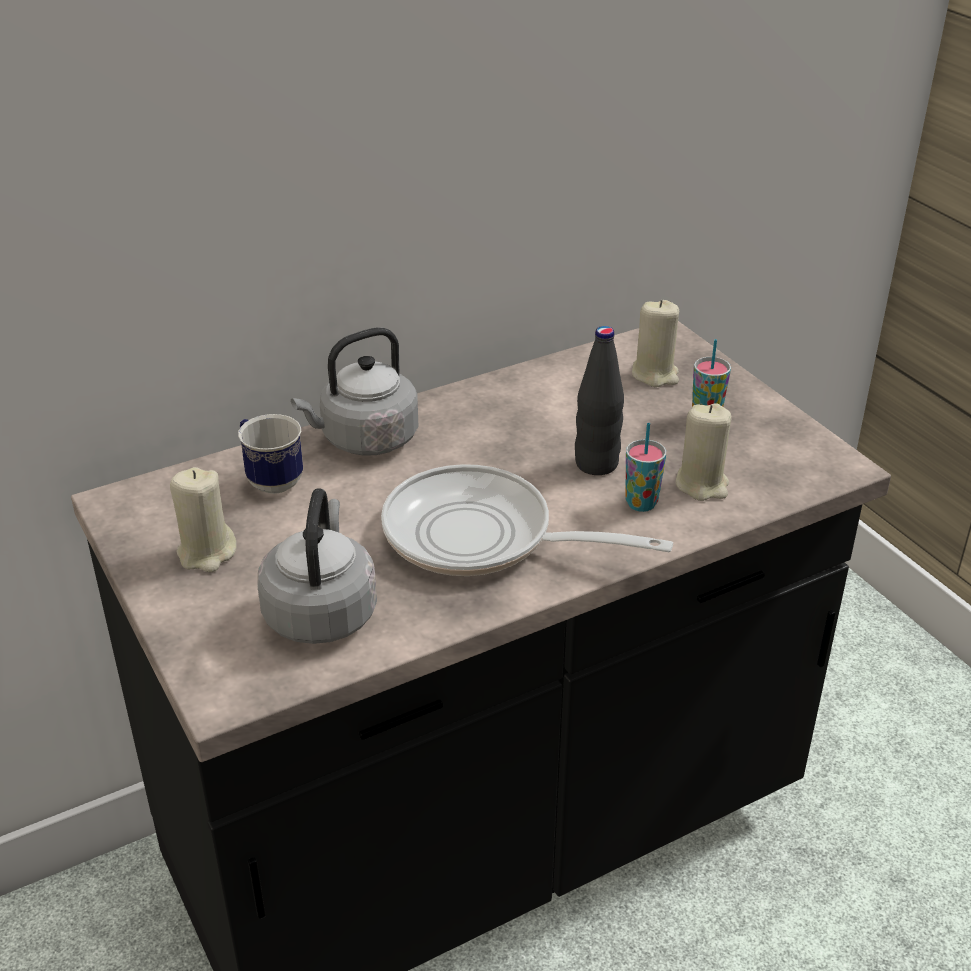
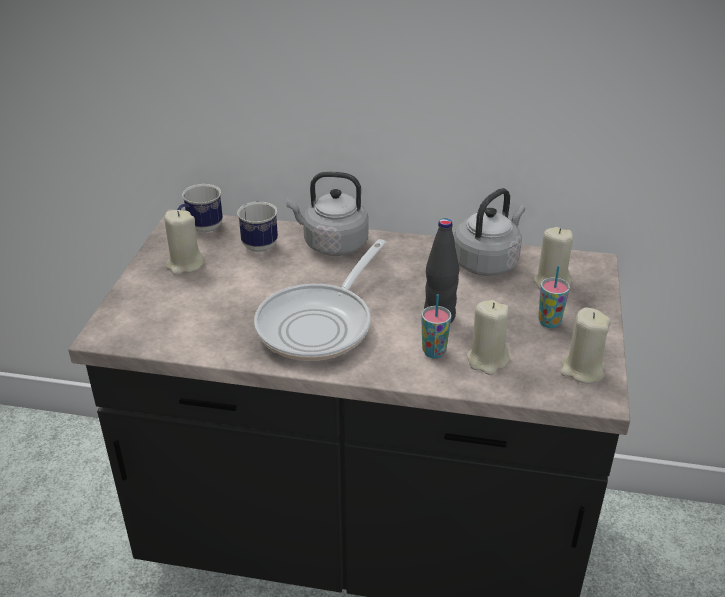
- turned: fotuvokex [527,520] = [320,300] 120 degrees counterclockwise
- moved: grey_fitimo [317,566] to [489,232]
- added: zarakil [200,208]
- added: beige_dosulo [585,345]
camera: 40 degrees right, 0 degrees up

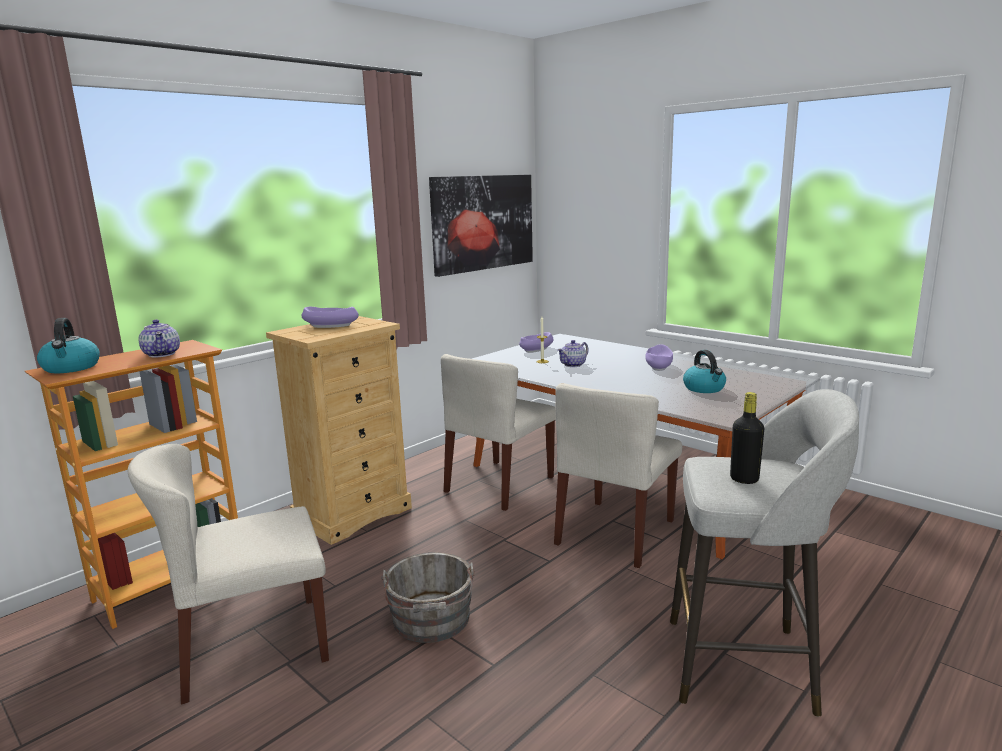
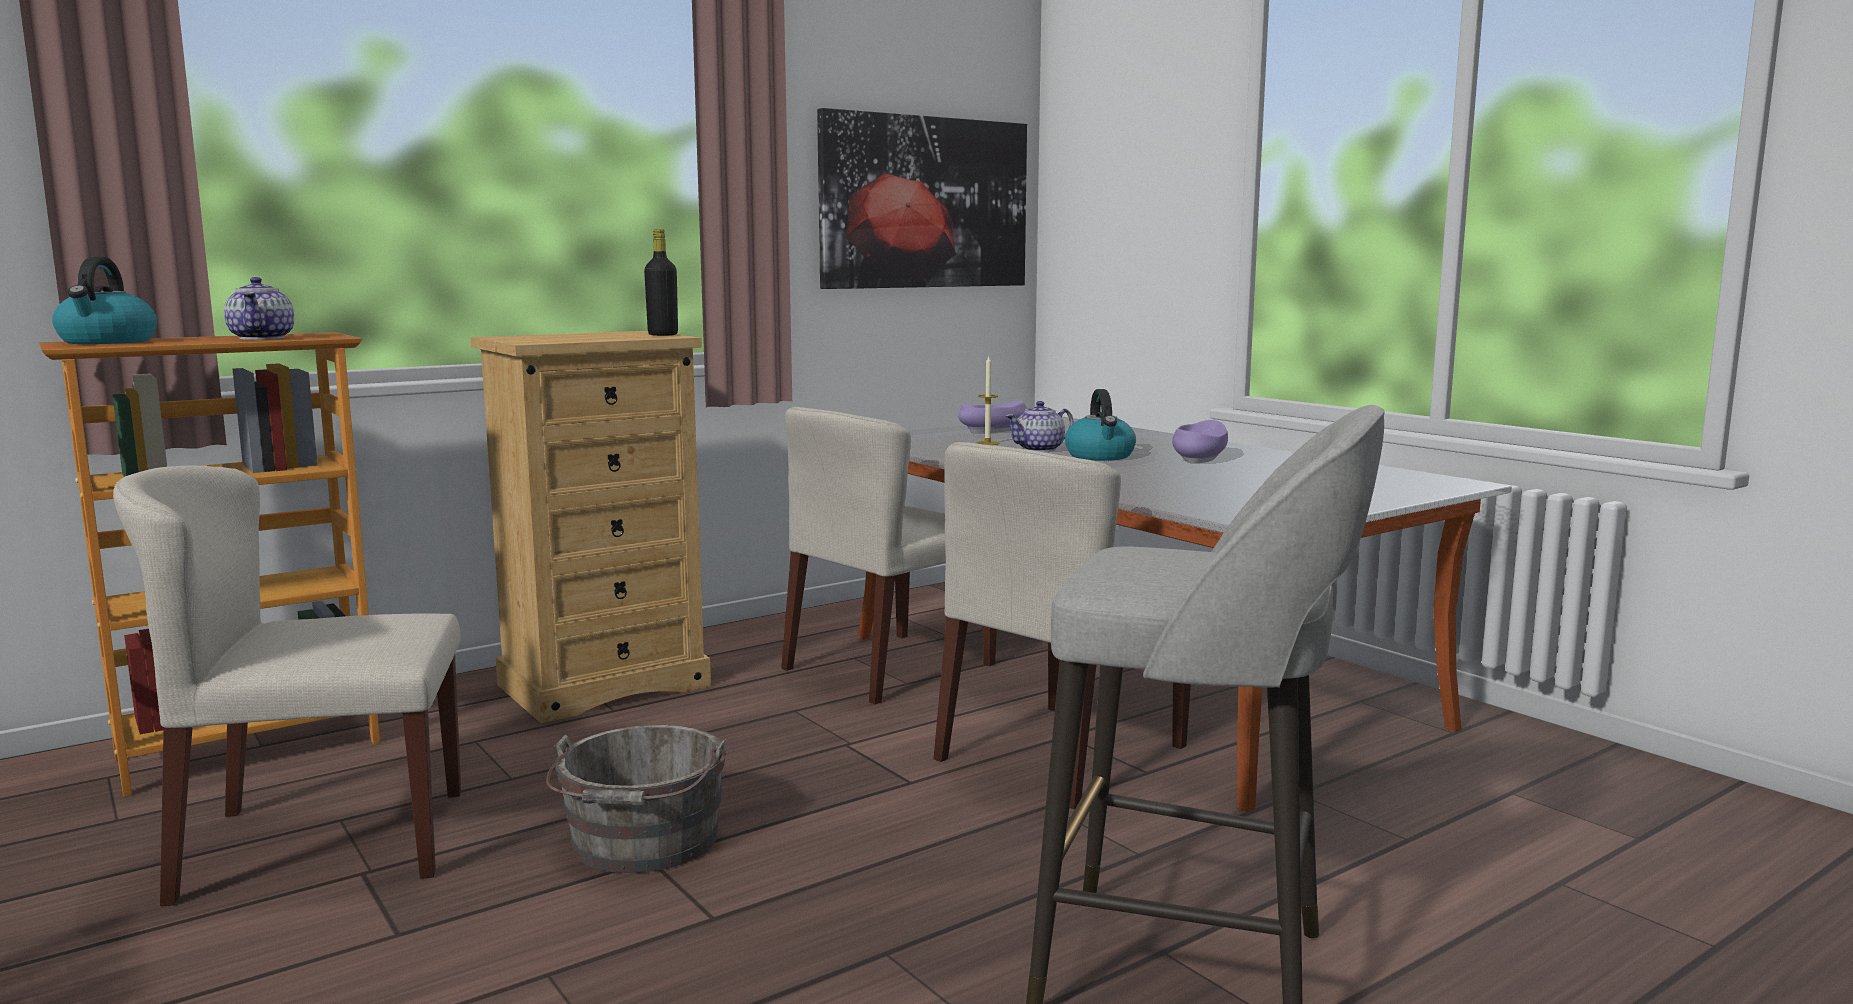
- removed: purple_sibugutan [330,317]
- moved: fitimo [704,371] to [1100,425]
- moved: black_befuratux [747,438] to [661,282]
camera: 10 degrees right, 5 degrees down

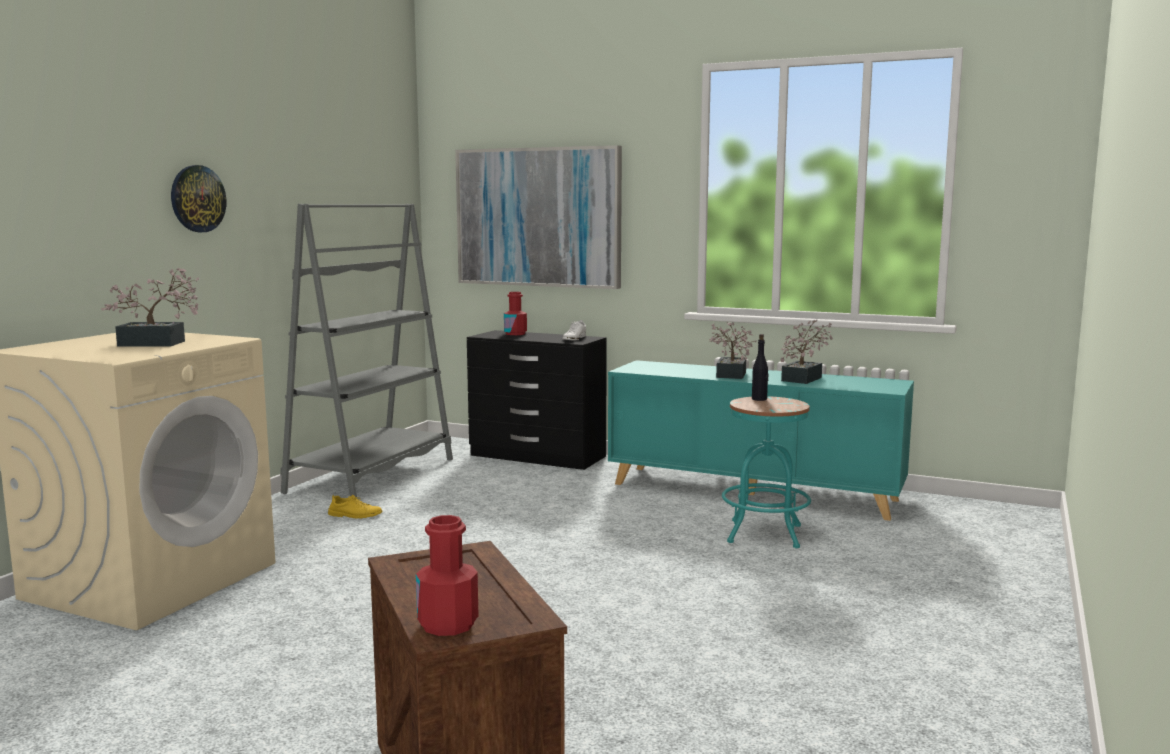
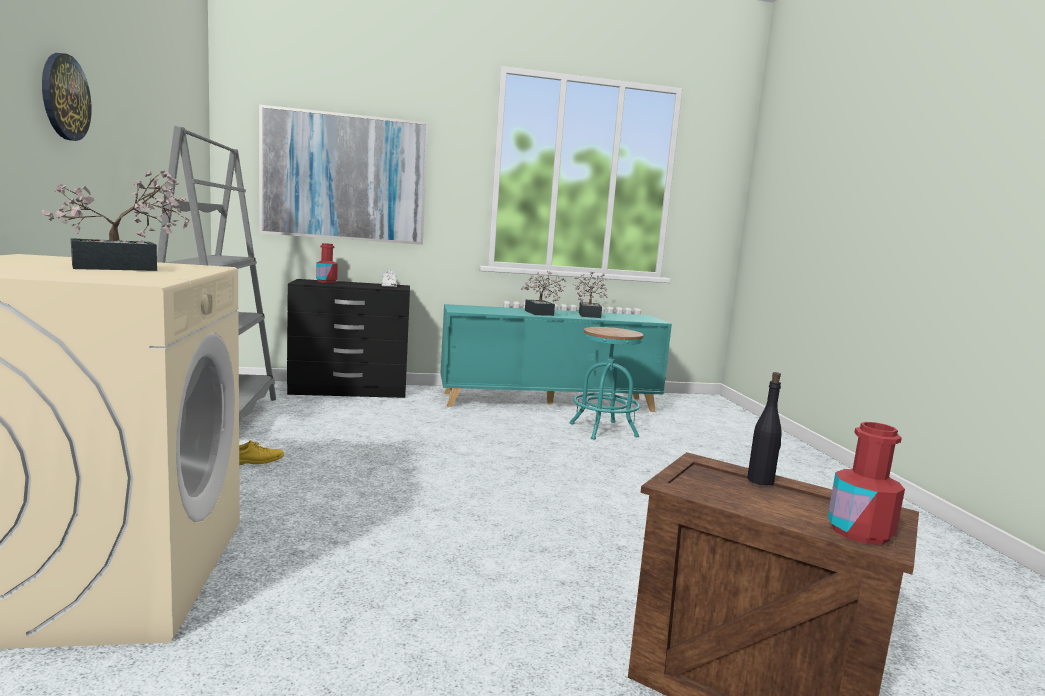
- moved: black_befuratux [760,367] to [764,428]
camera: 35 degrees left, 0 degrees up

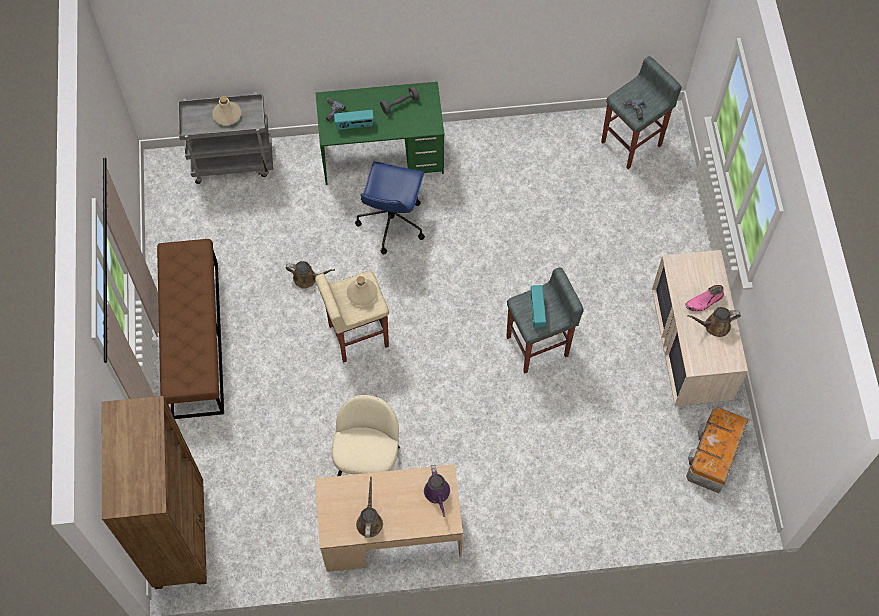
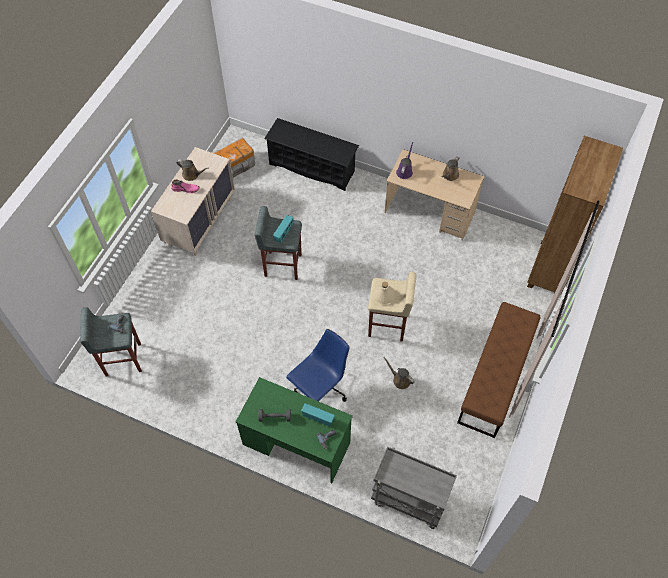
- removed: beige_befuratux [226,110]
- removed: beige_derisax [366,435]
- added: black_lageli [311,154]
camera: 150 degrees left, 5 degrees down

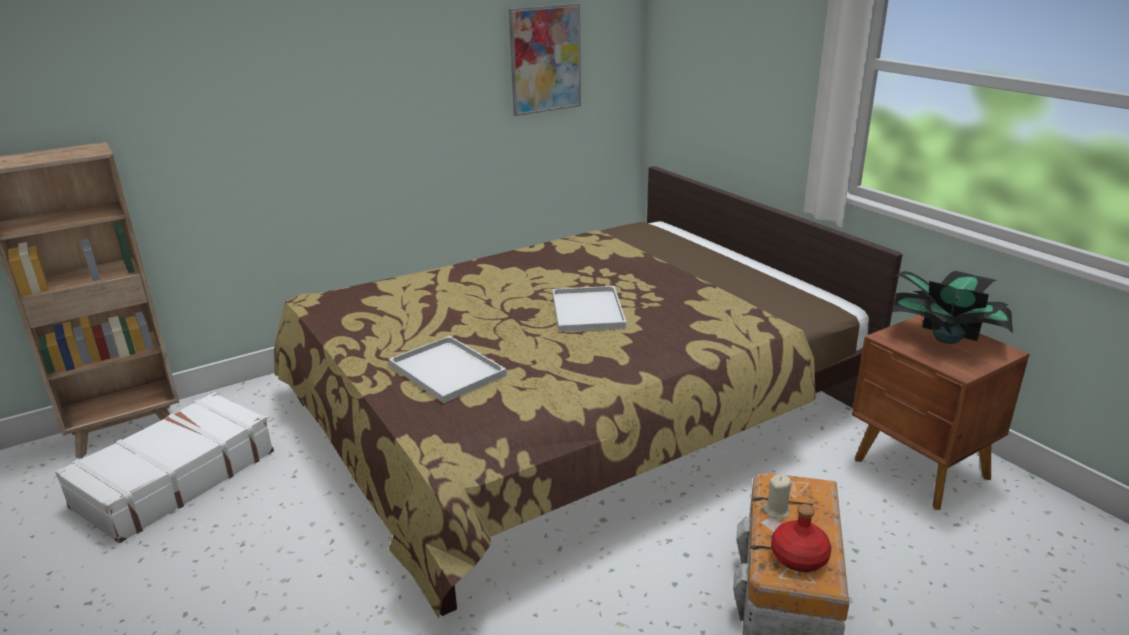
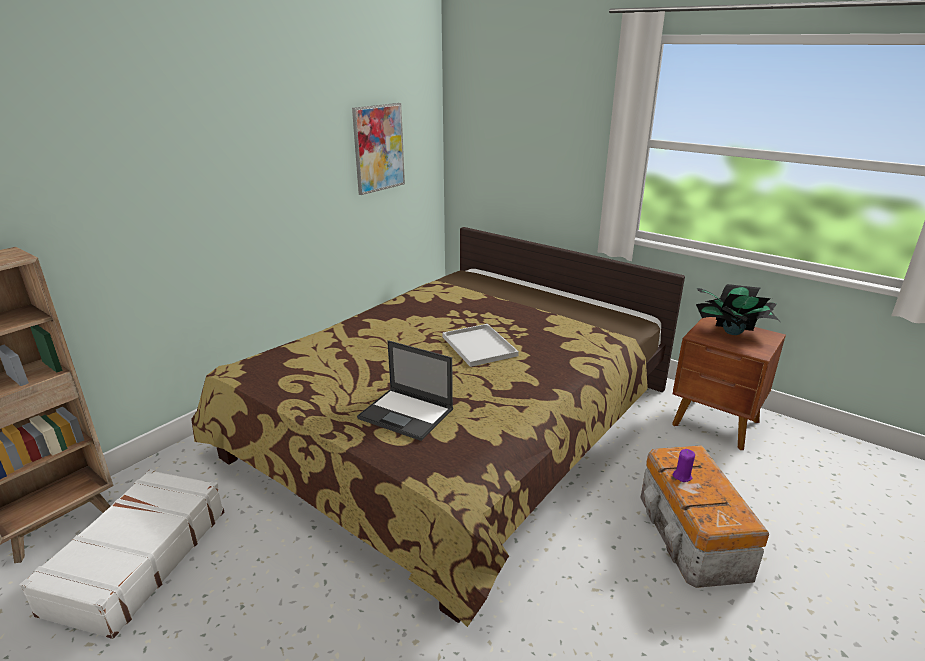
- replaced: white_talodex [448,369] to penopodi [405,390]
- recoloured: beige_dosulo [777,496] to purple_dosulo [683,465]
- removed: red_befuratux [801,538]
camera: 20 degrees left, 0 degrees up

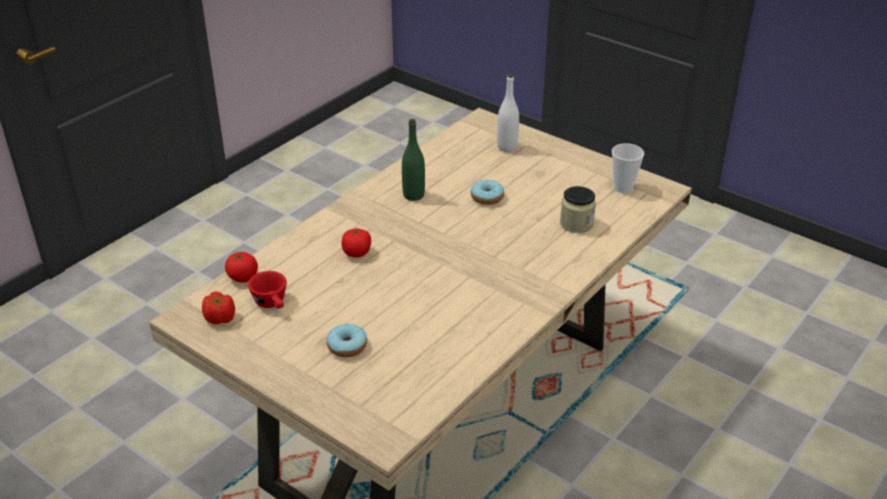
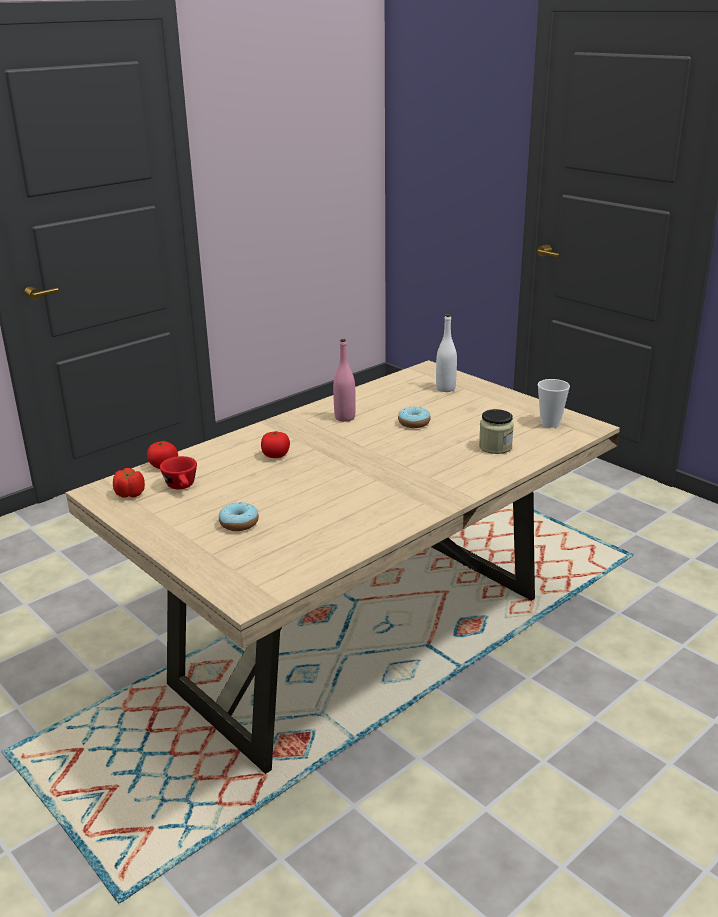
- recoloured: green_befuratux [413,160] to pink_befuratux [344,380]
camera: 10 degrees right, 10 degrees down

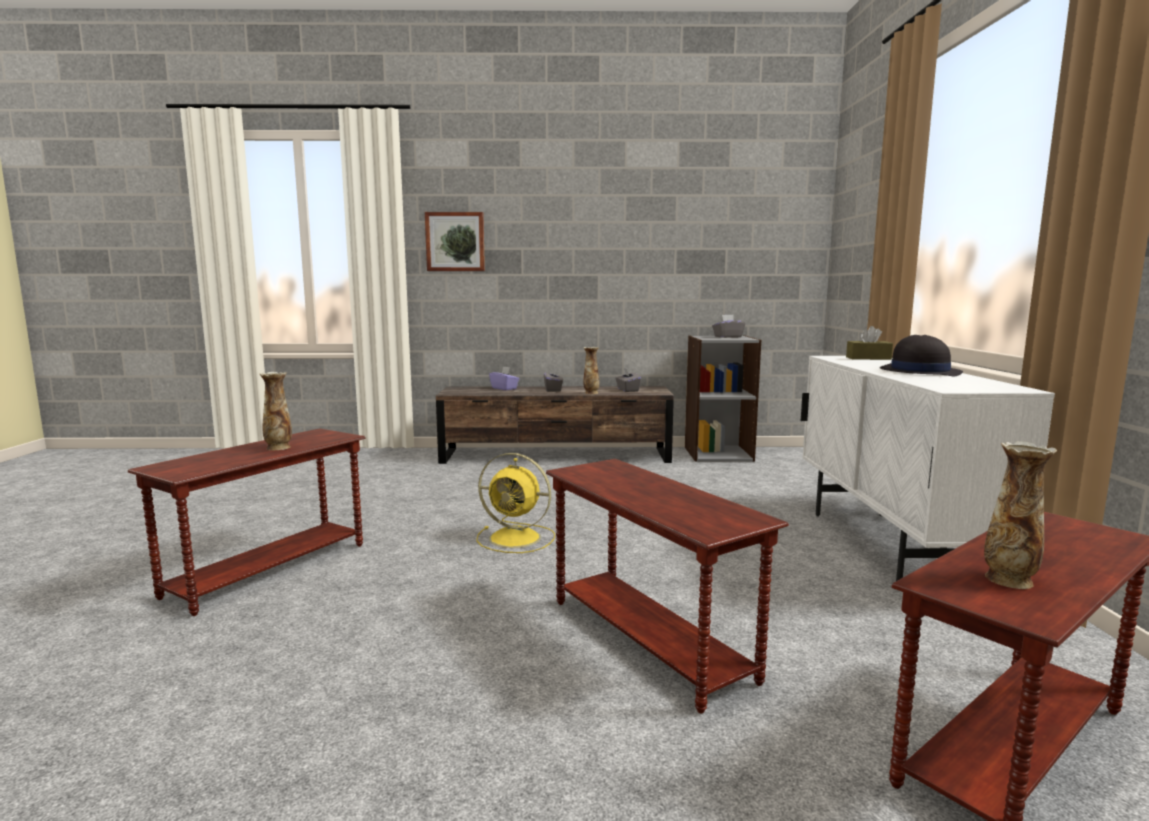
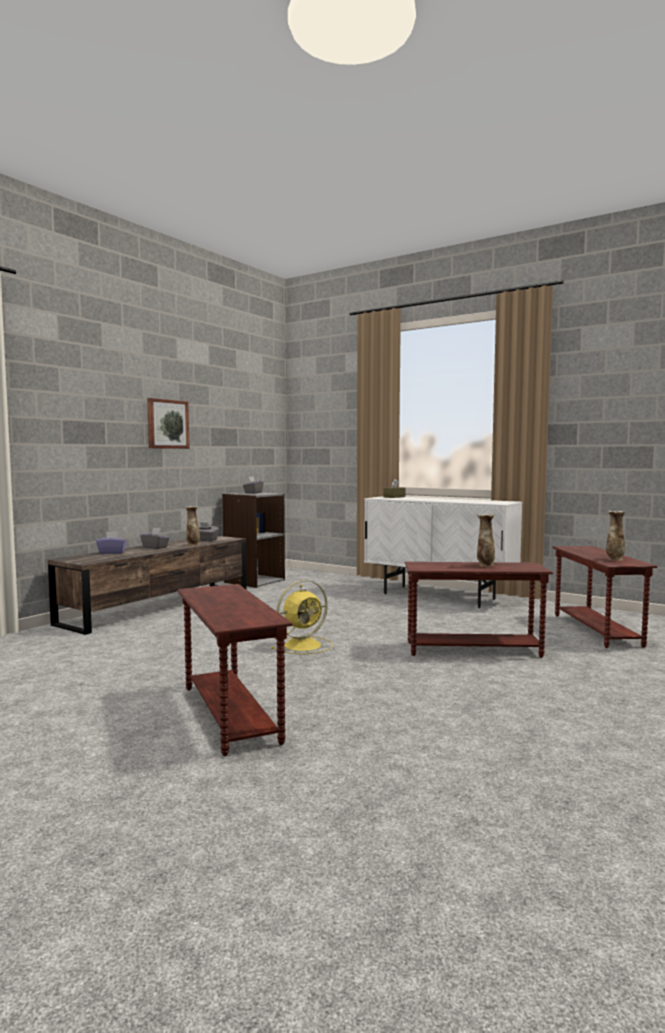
- moved: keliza [455,241] to [168,423]
- removed: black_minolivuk [921,355]
- moved: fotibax [276,411] to [486,540]
camera: 55 degrees left, 5 degrees down

